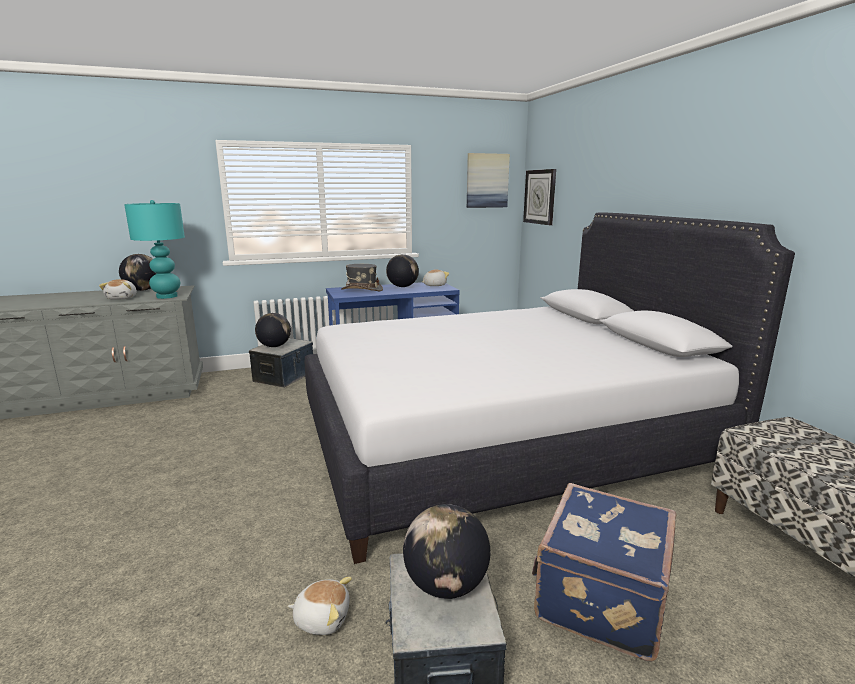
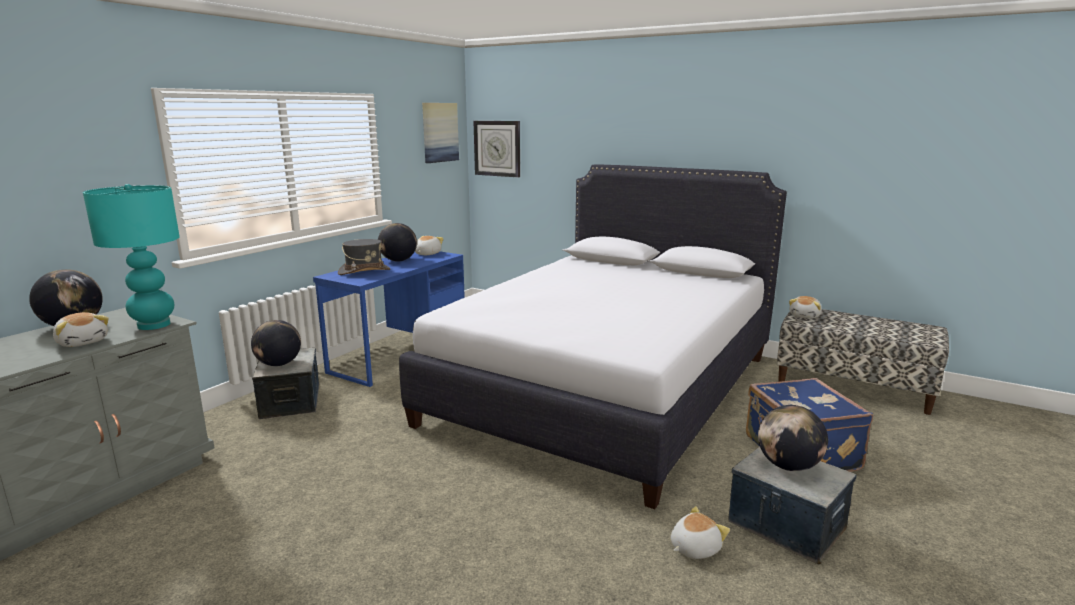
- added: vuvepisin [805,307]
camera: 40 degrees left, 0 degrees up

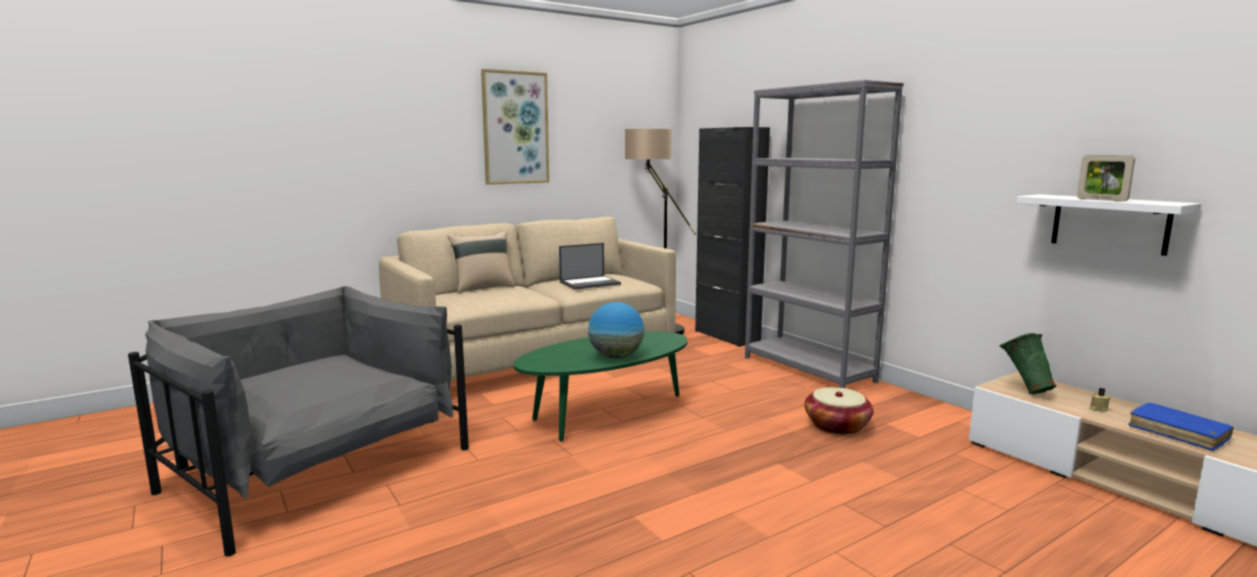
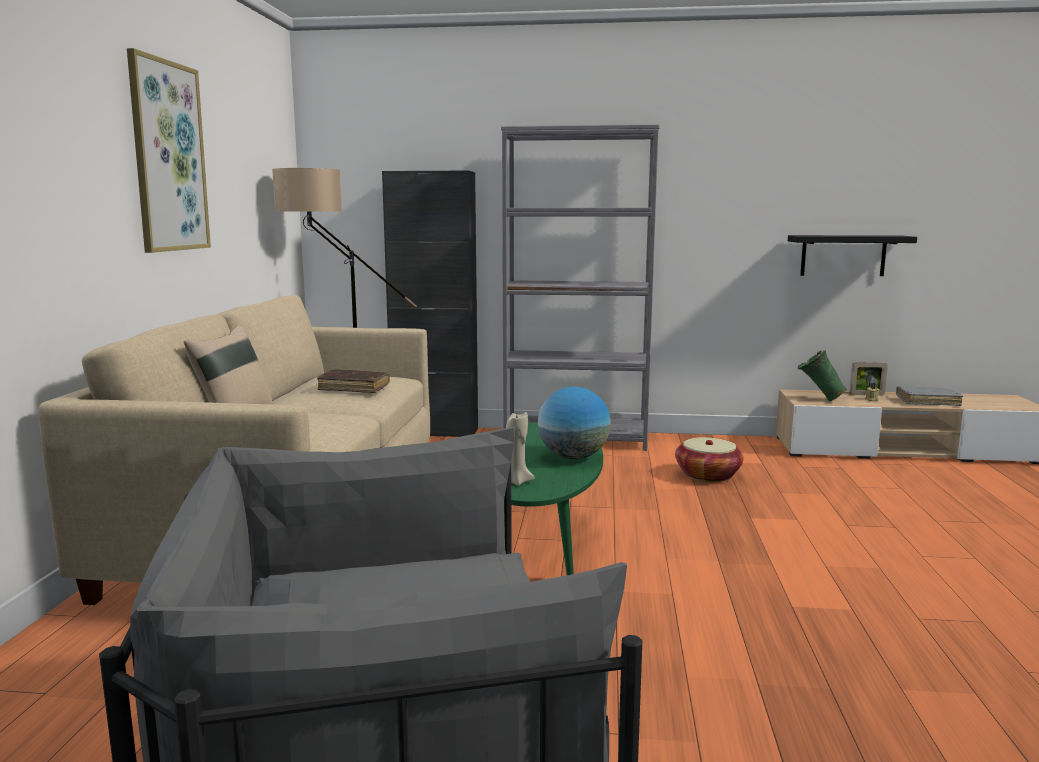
- moved: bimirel [1106,178] to [869,379]
- recoloured: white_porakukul [1108,225] to black_porakukul [852,255]
- replaced: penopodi [590,266] to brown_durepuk [353,381]
- recoloured: blue_durepuk [1181,427] to grey_durepuk [929,396]
- added: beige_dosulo [520,449]
camera: 50 degrees left, 0 degrees up

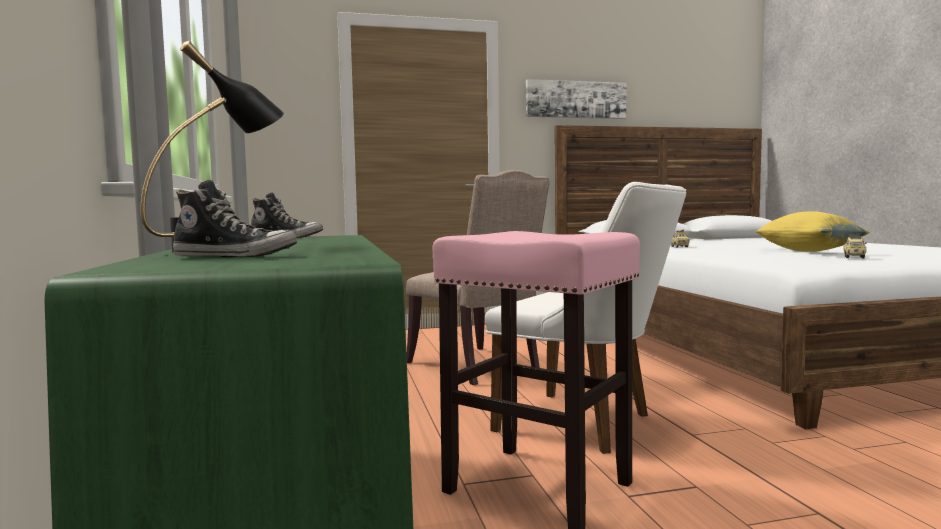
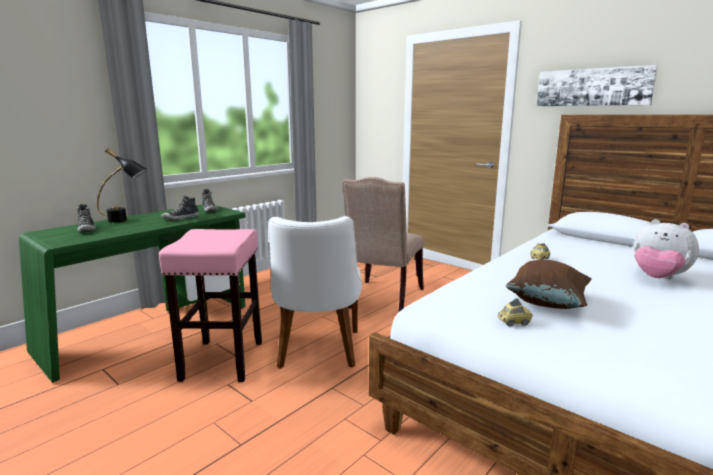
- recoloured: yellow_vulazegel [812,231] to brown_vulazegel [549,284]
- added: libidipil [180,208]
- added: vuvepisin [666,249]
camera: 55 degrees right, 10 degrees up

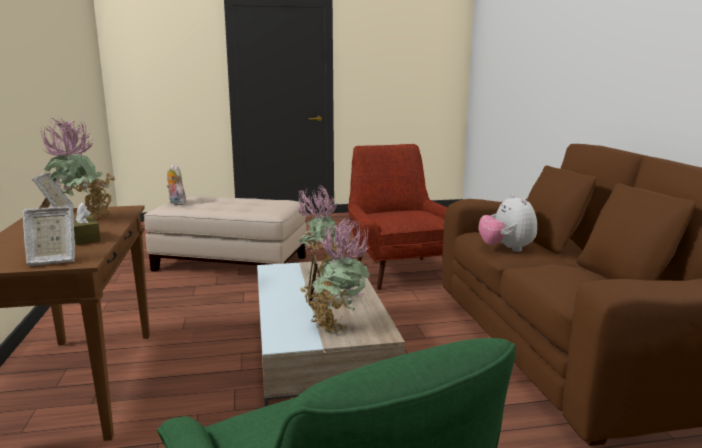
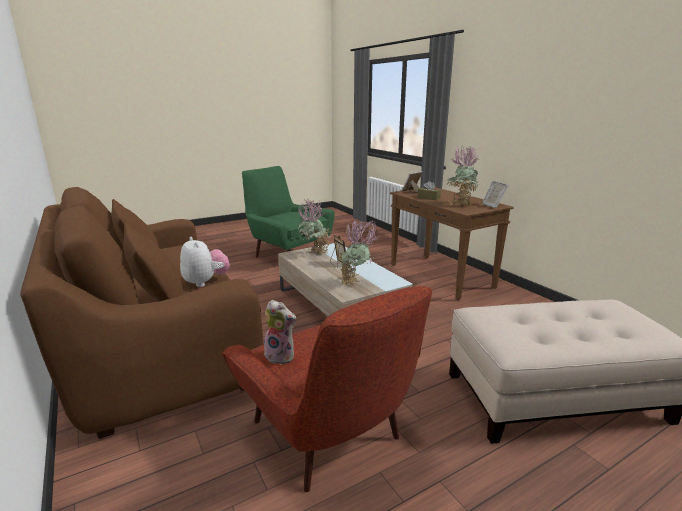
- moved: vuvepisin [176,184] to [280,332]
camera: 160 degrees right, 5 degrees up

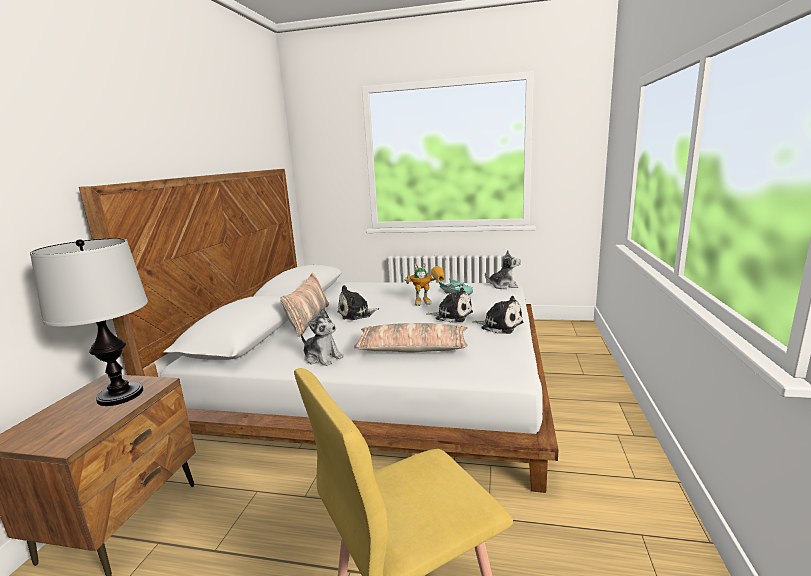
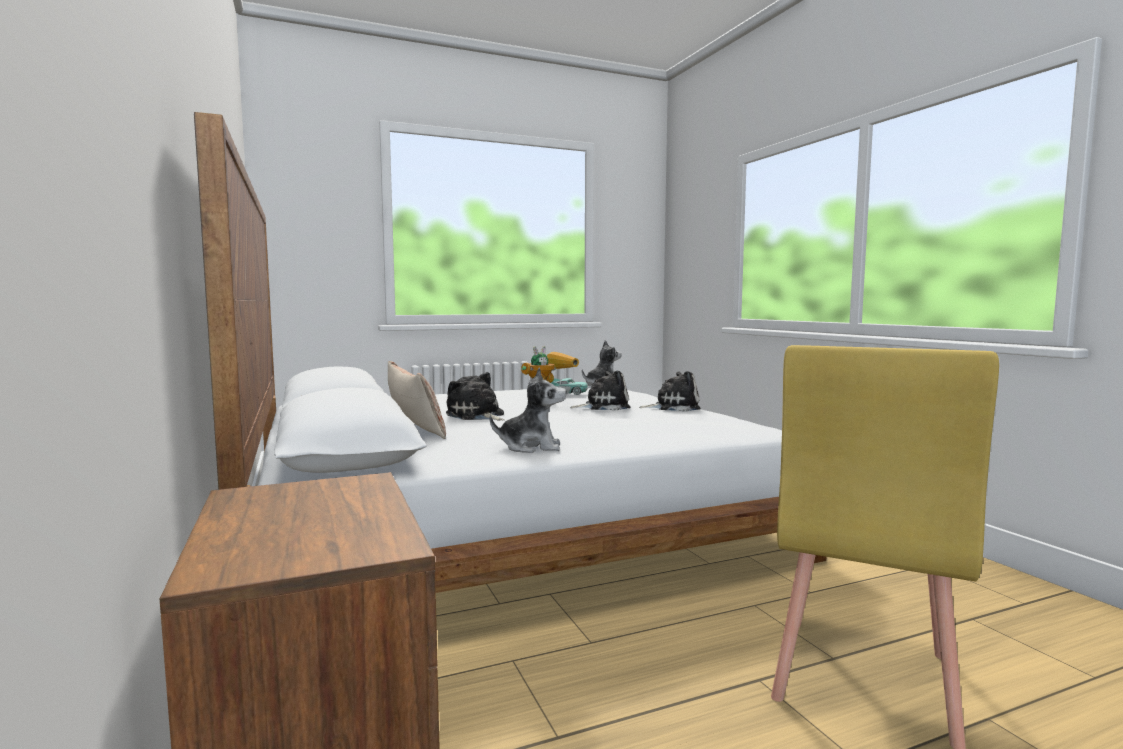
- removed: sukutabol [89,322]
- turned: vuvepisin [358,302] = [475,396] 105 degrees clockwise
- removed: vulazegel [411,337]
camera: 35 degrees left, 10 degrees down

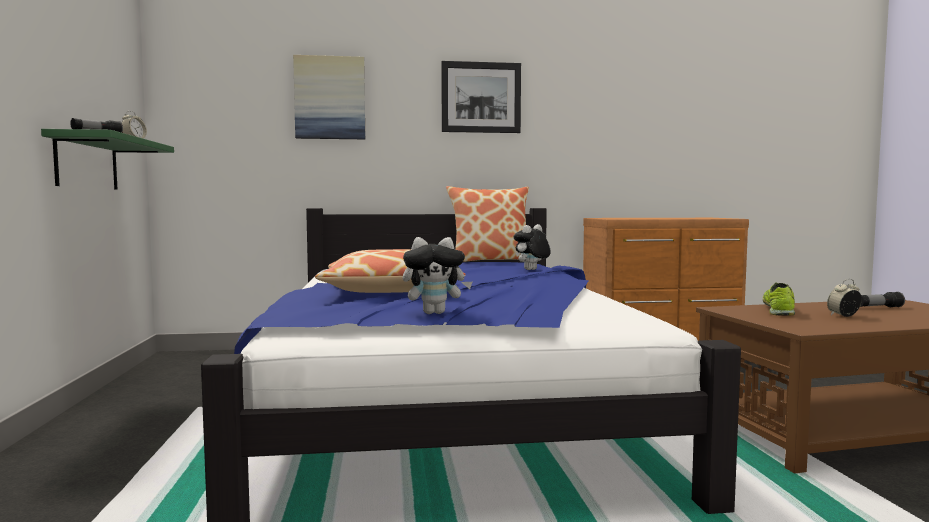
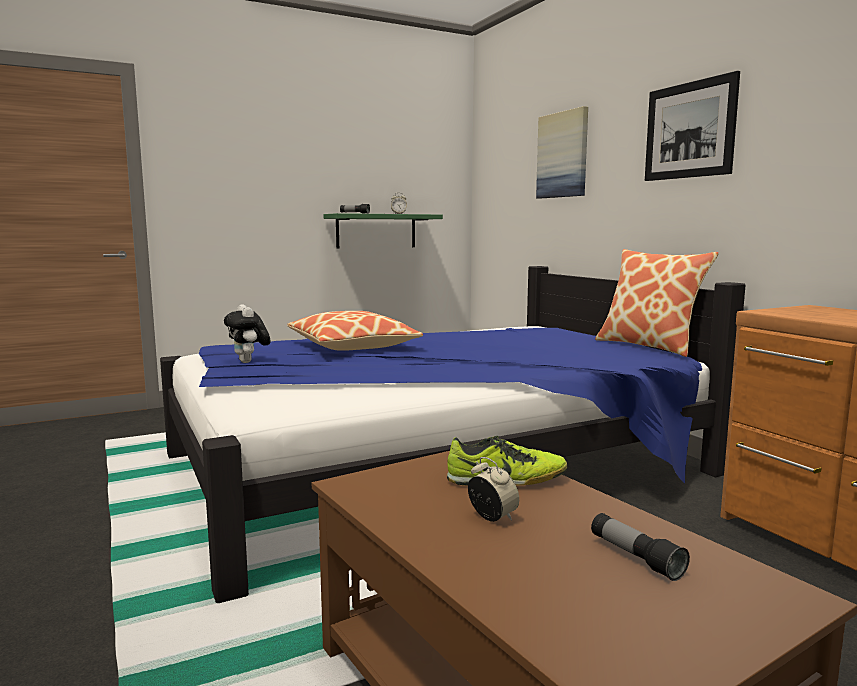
- removed: vuvepisin [532,247]
camera: 70 degrees right, 5 degrees up

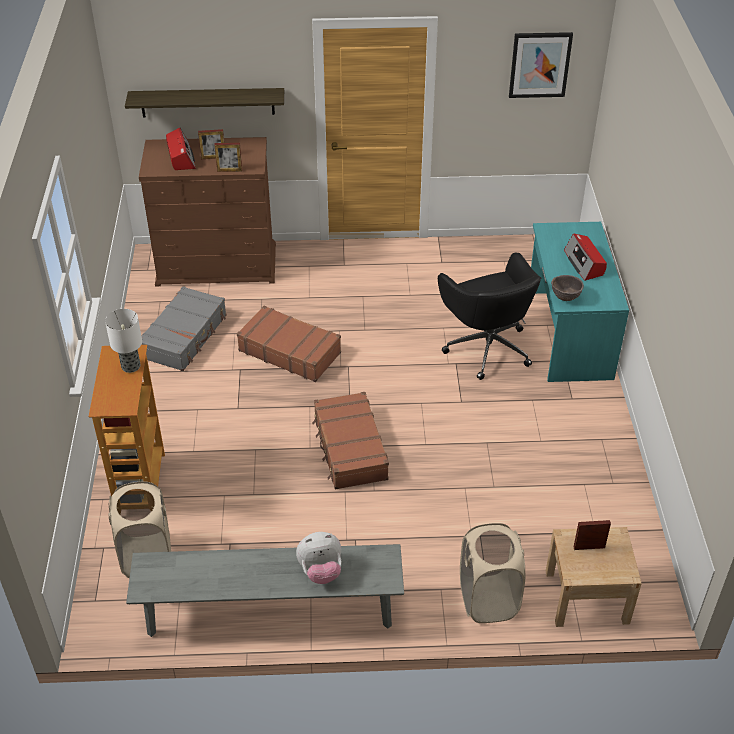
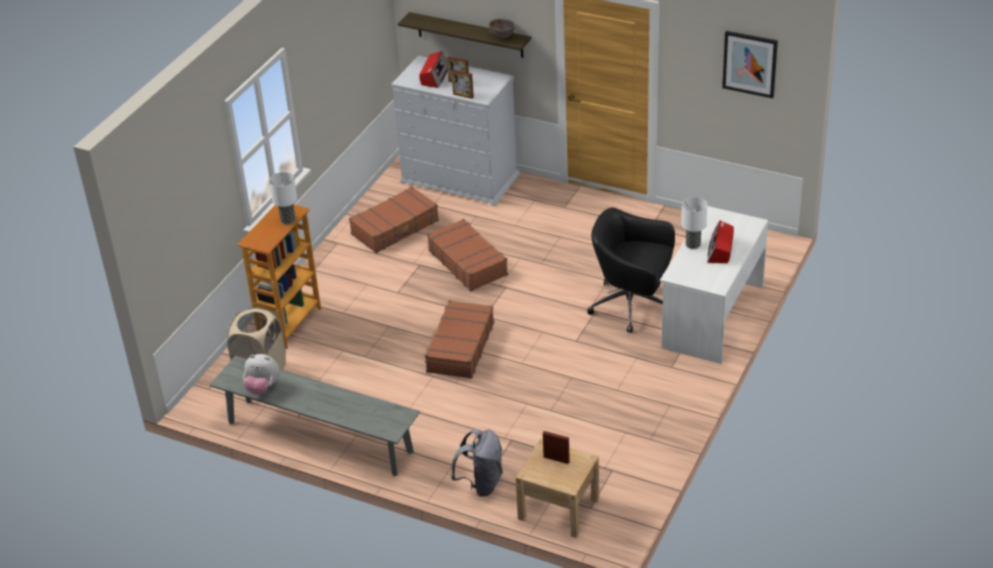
- recoloured: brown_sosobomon [207,211] to white_sosobomon [456,131]
- recoloured: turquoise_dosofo [580,302] to white_dosofo [714,285]
- turned: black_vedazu [489,316] = [631,270] 105 degrees clockwise
- moved: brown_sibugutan [567,288] to [502,29]
- recoloured: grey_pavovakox [184,328] to brown_pavovakox [394,220]
- replaced: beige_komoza [492,573] to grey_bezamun [477,463]
- moved: vuvepisin [319,558] to [261,374]
- added: sukutabol [694,223]
camera: 30 degrees right, 5 degrees down

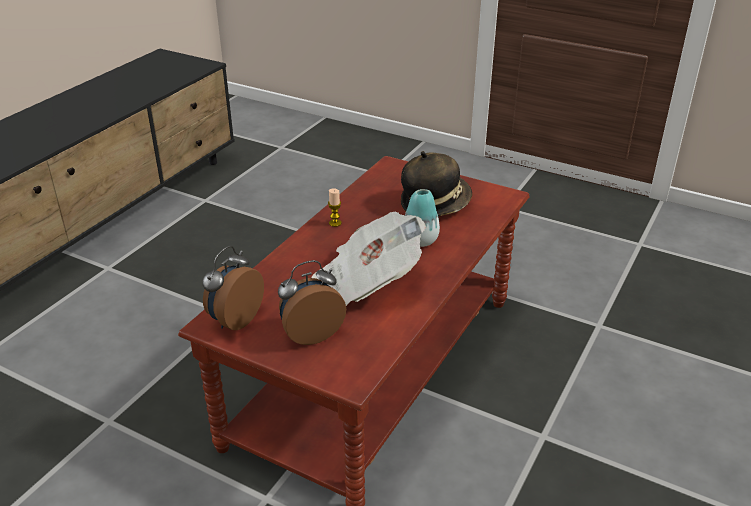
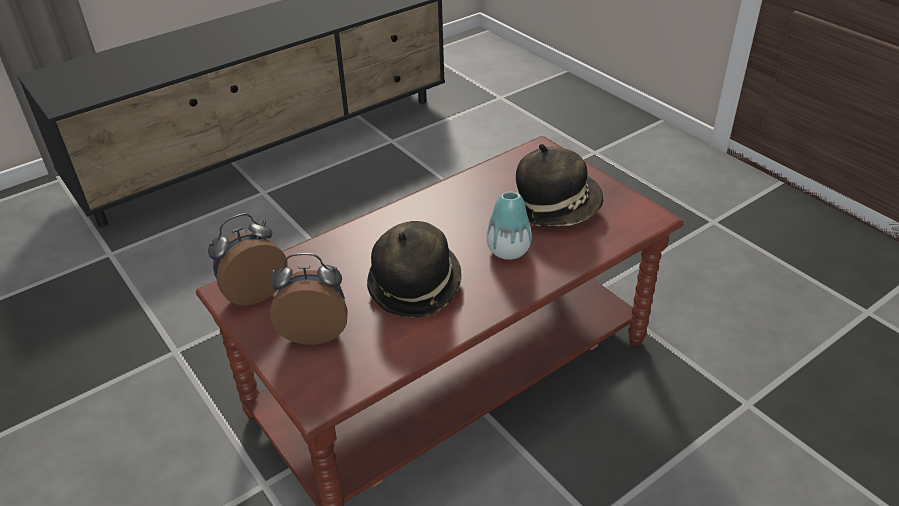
- removed: dosulo [335,207]
- replaced: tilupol [369,258] to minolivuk [414,269]
camera: 25 degrees right, 5 degrees up

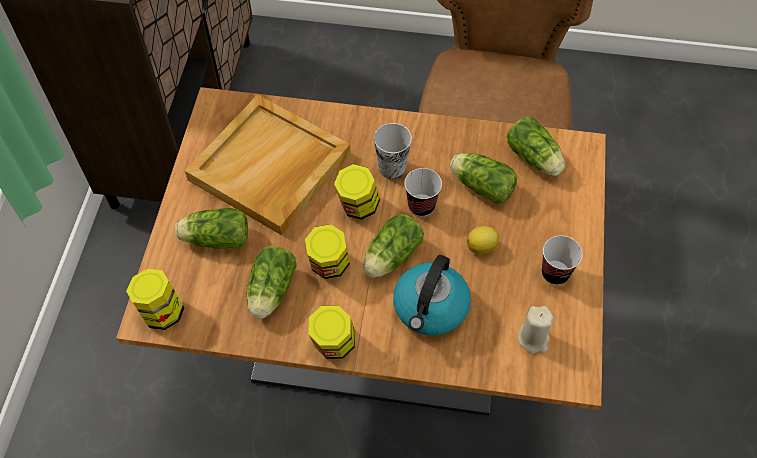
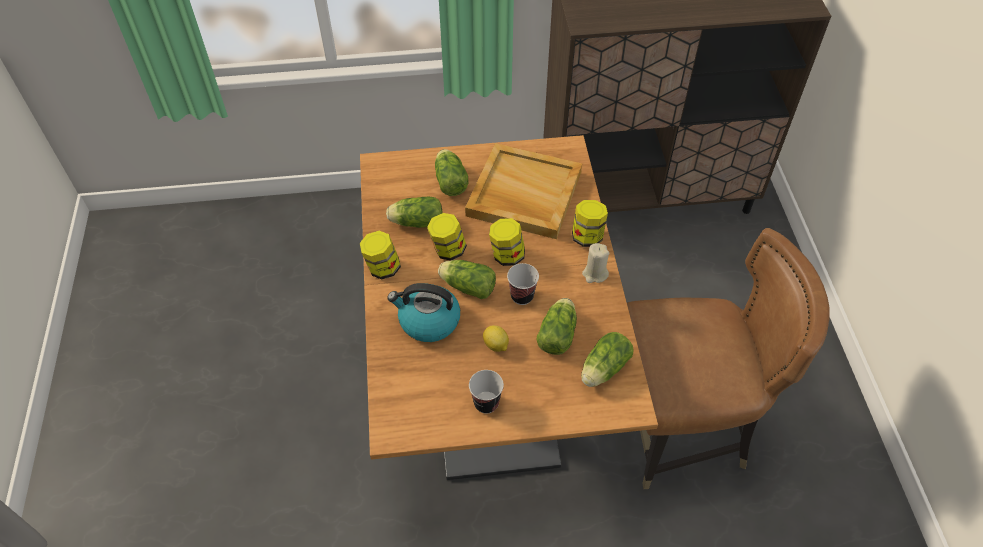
- removed: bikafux [393,151]
- moved: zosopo [155,299] to [590,223]
- moved: beige_dosulo [535,330] to [595,263]
camera: 75 degrees right, 5 degrees down

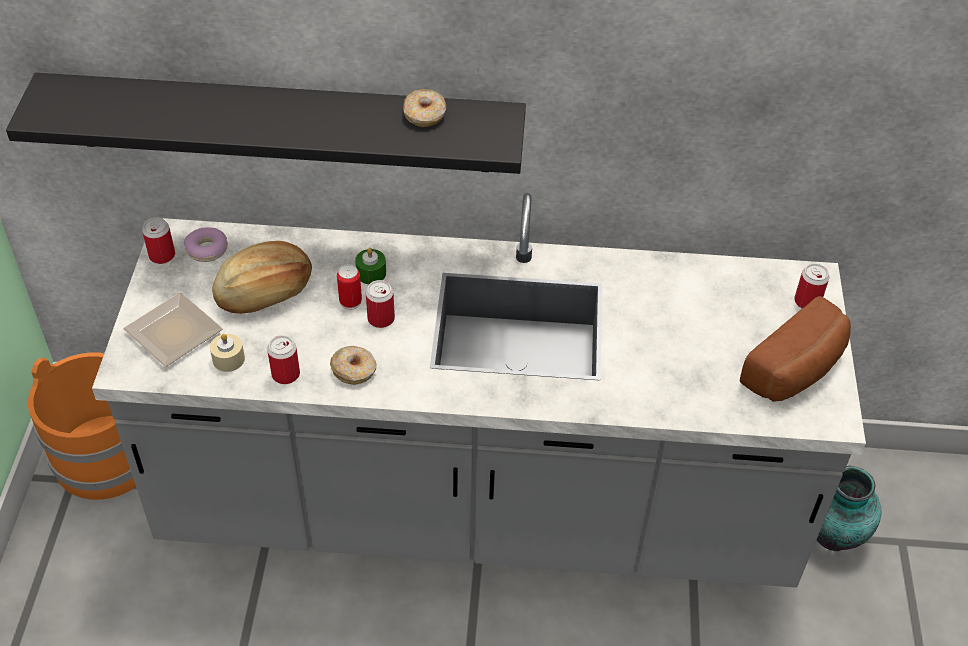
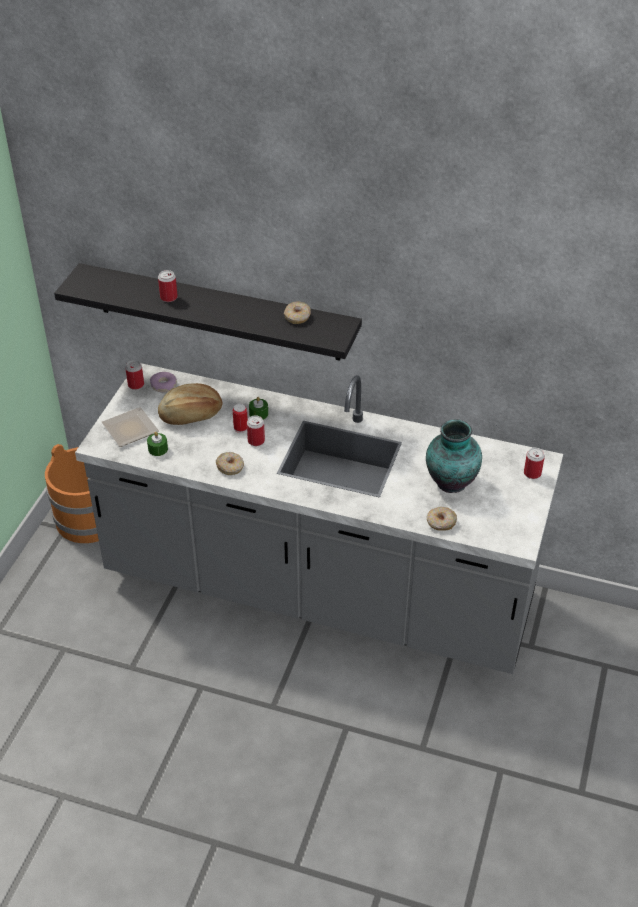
- removed: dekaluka [795,349]
- recoloured: beige_dosulo [227,353] to green_dosulo [157,444]
- moved: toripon [283,359] to [168,286]
- moved: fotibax [849,508] to [454,456]
- added: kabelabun [441,519]
camera: 15 degrees right, 5 degrees down

